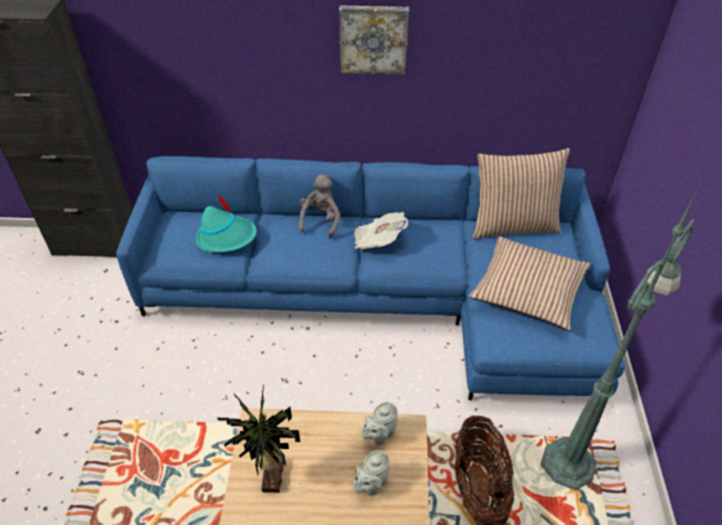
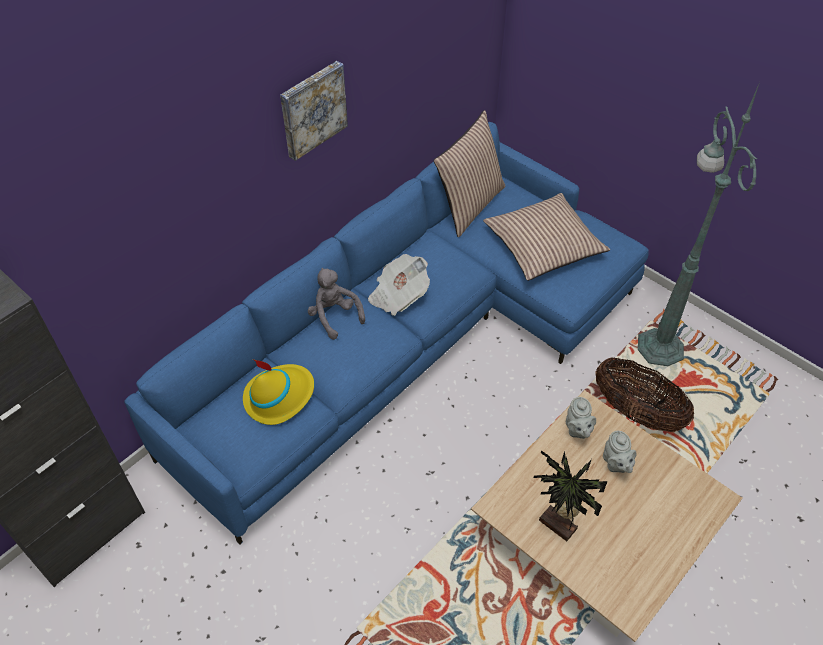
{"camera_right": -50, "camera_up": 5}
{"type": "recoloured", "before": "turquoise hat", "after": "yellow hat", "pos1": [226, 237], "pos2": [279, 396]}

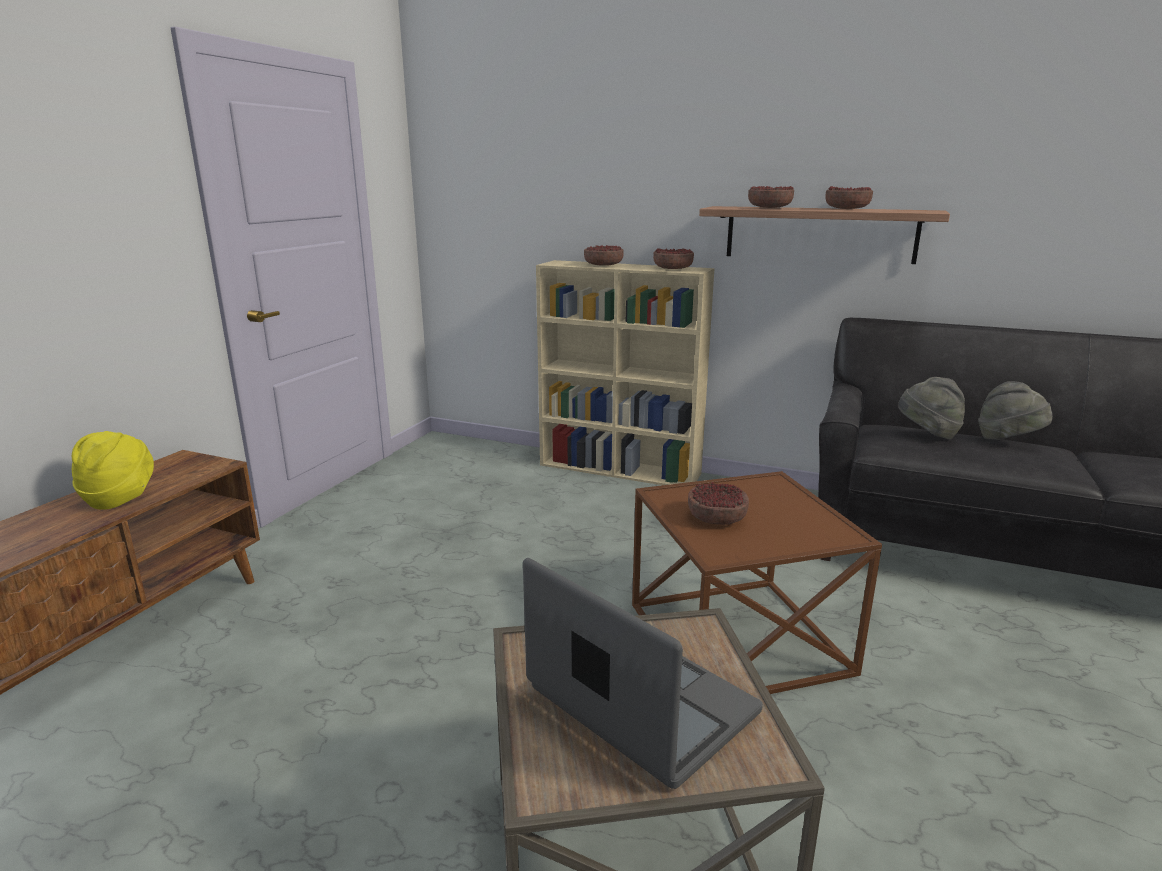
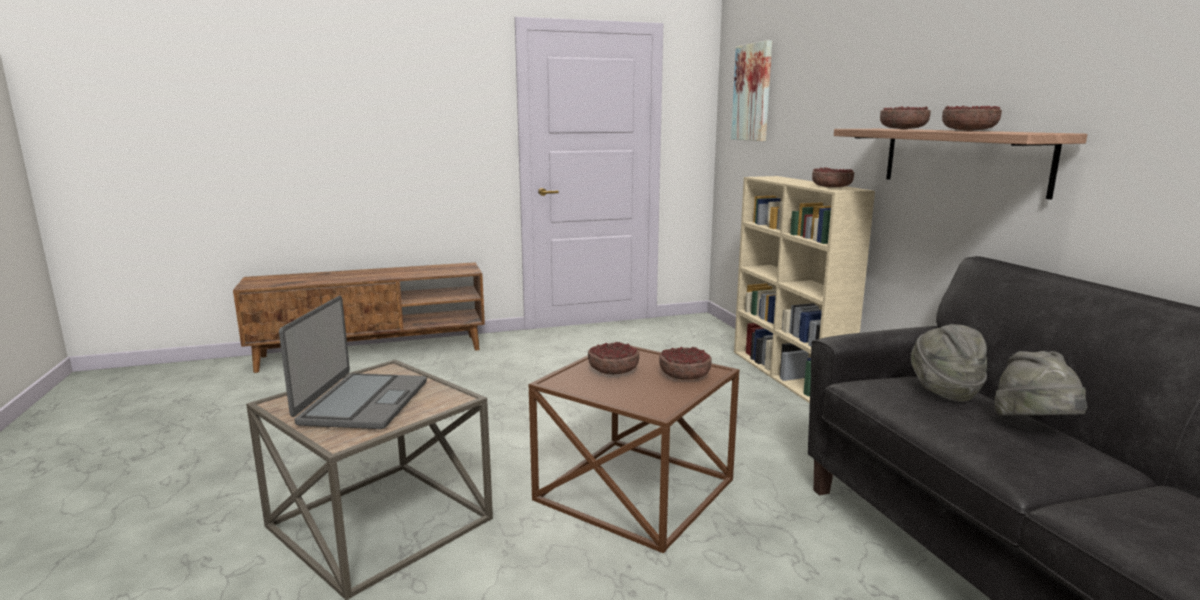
{"camera_right": 50, "camera_up": -5}
{"type": "moved", "before": "bowl", "pos1": [603, 265], "pos2": [684, 375]}
{"type": "removed", "before": "yellow hat", "pos1": [120, 497]}
{"type": "added", "after": "picture", "pos2": [753, 92]}

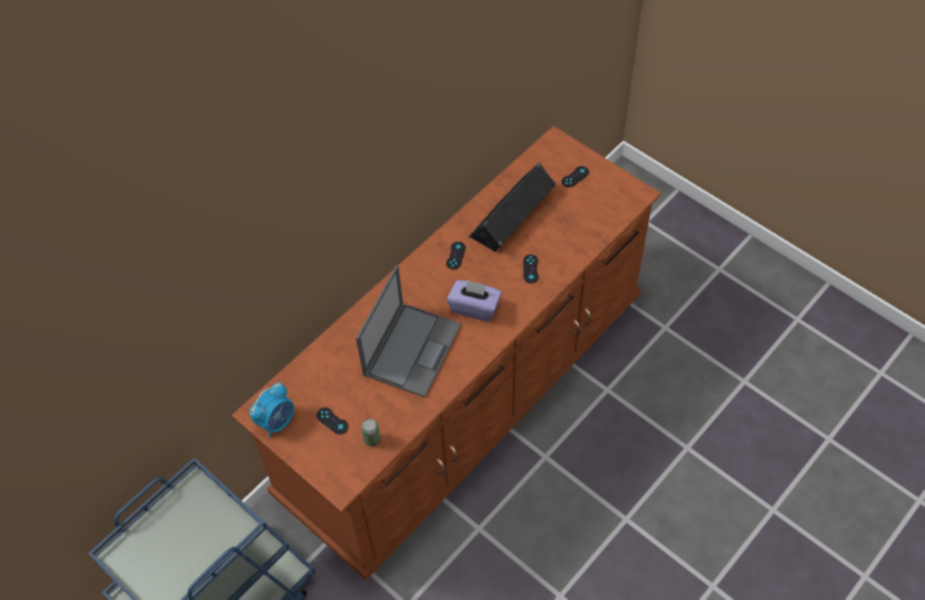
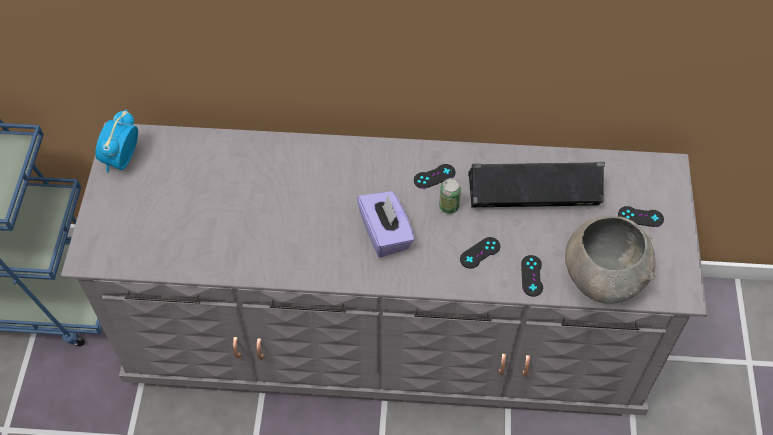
{"camera_right": 50, "camera_up": 0}
{"type": "recoloured", "before": "brown dresser", "after": "grey dresser", "pos1": [464, 396], "pos2": [386, 334]}
{"type": "removed", "before": "laptop", "pos1": [412, 348]}
{"type": "turned", "before": "alarm clock", "pos1": [277, 421], "pos2": [122, 160], "turn": 105}
{"type": "moved", "before": "black game controller", "pos1": [332, 421], "pos2": [532, 276]}
{"type": "moved", "before": "can", "pos1": [372, 439], "pos2": [449, 206]}
{"type": "added", "after": "grey bowl", "pos2": [602, 279]}

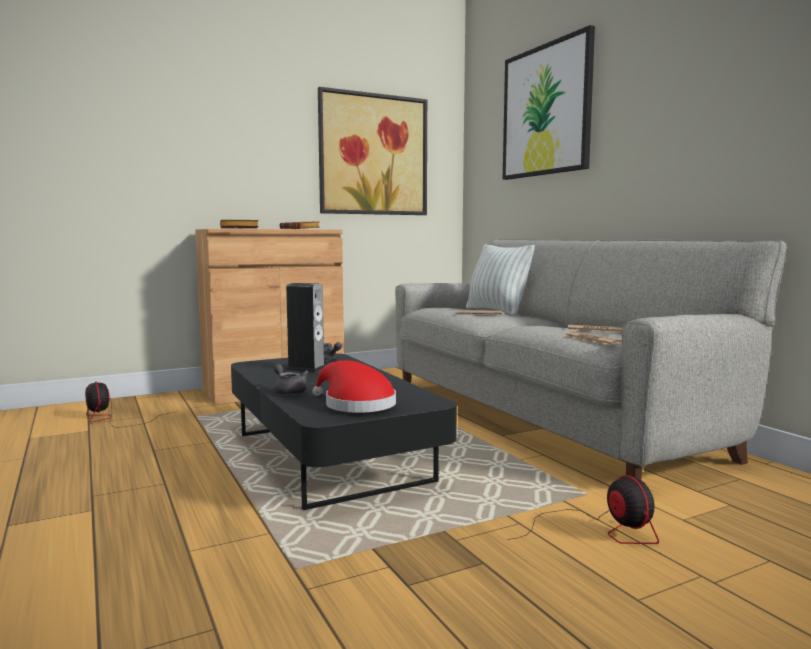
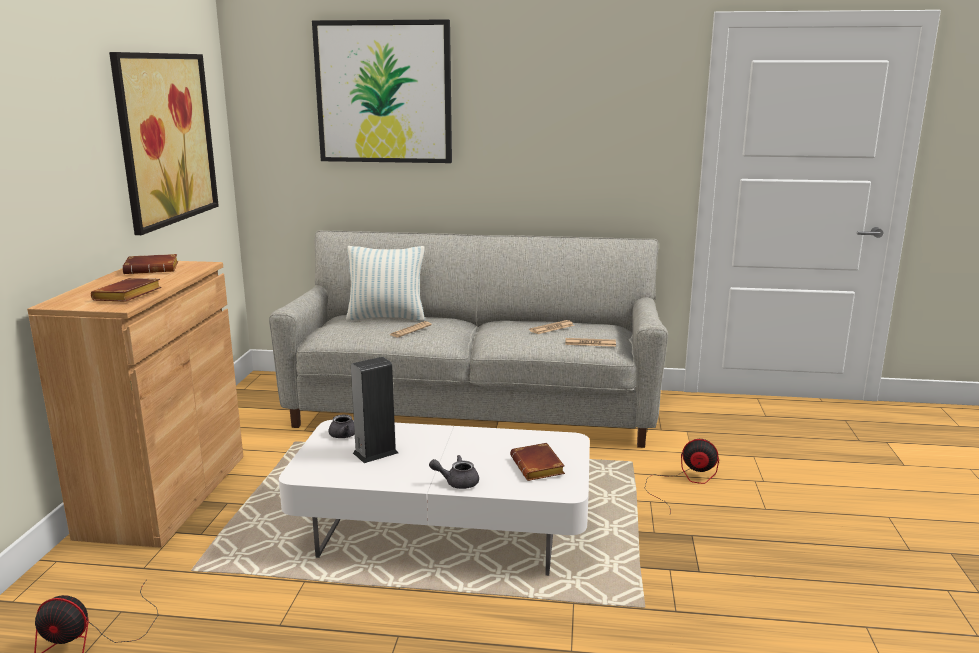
{"camera_right": -55, "camera_up": 10}
{"type": "recoloured", "before": "black coffee table", "after": "white coffee table", "pos1": [330, 457], "pos2": [443, 529]}
{"type": "replaced", "before": "red hat", "after": "brown book", "pos1": [355, 404], "pos2": [539, 467]}

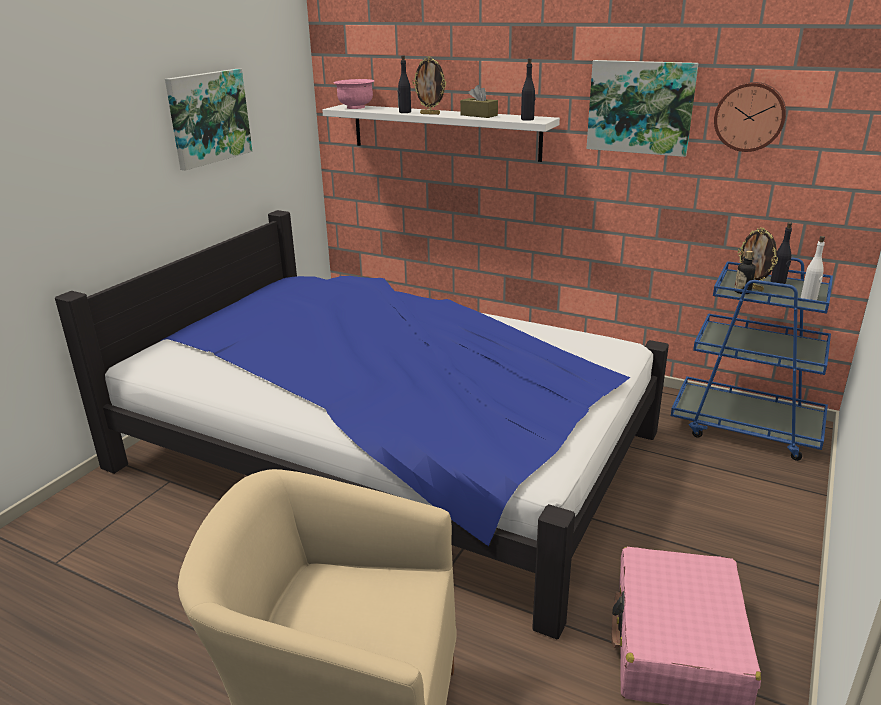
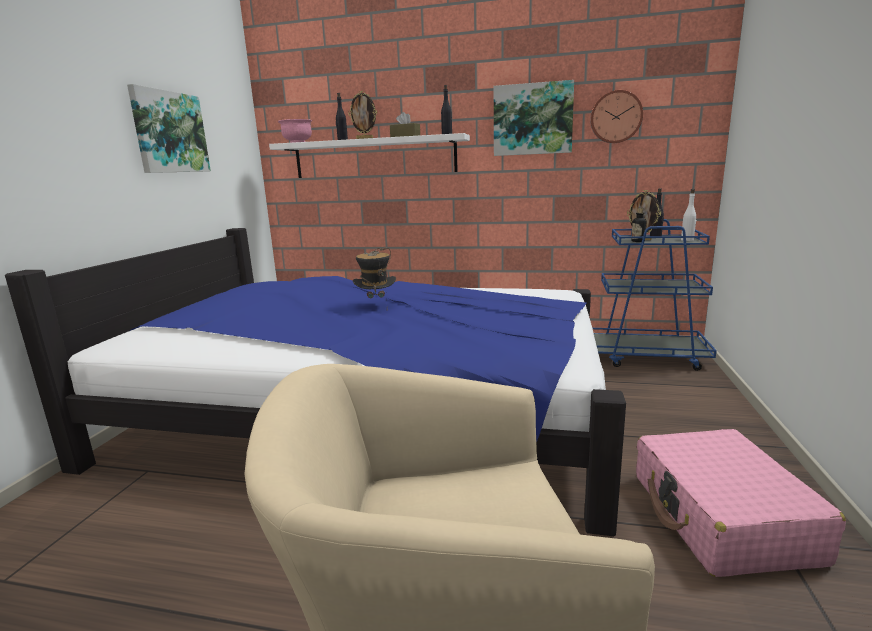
{"camera_right": -15, "camera_up": -10}
{"type": "added", "after": "hat", "pos2": [376, 306]}

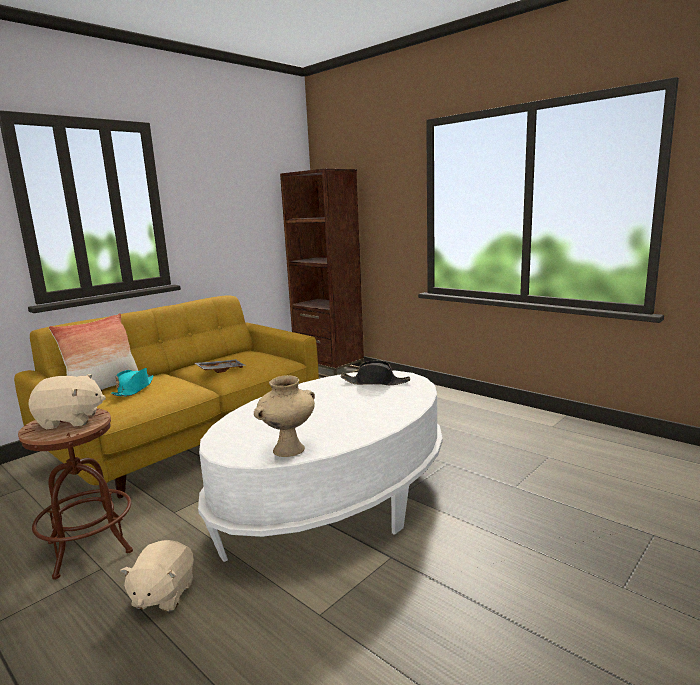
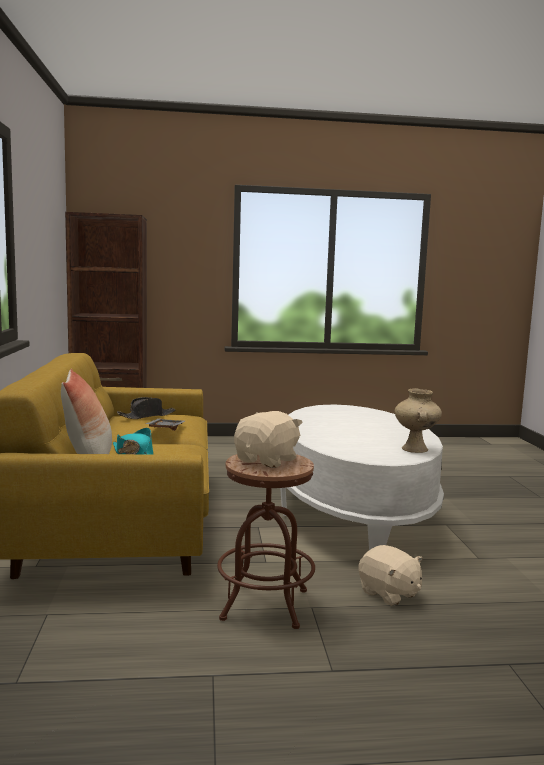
{"camera_right": -50, "camera_up": -5}
{"type": "moved", "before": "black hat", "pos1": [375, 382], "pos2": [147, 416]}

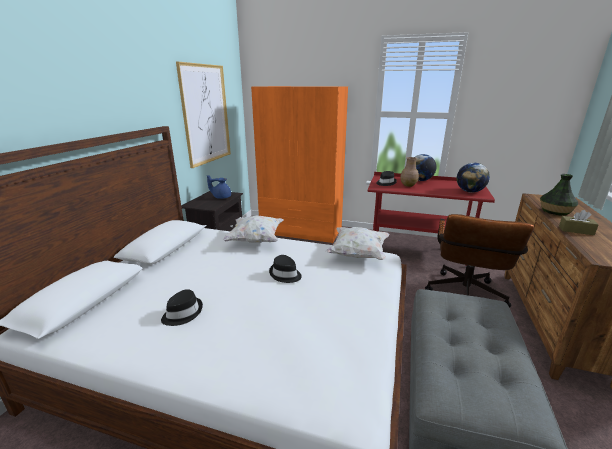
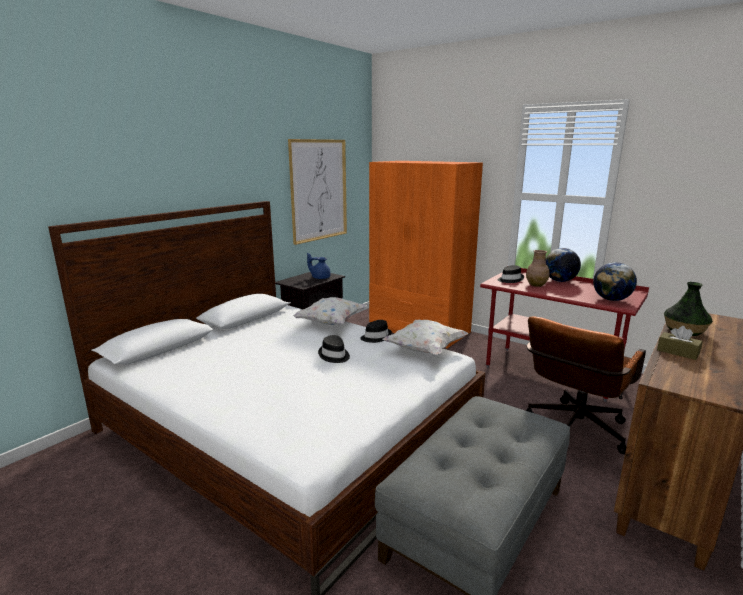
{"camera_right": 20, "camera_up": -5}
{"type": "moved", "before": "black hat", "pos1": [182, 313], "pos2": [376, 337]}

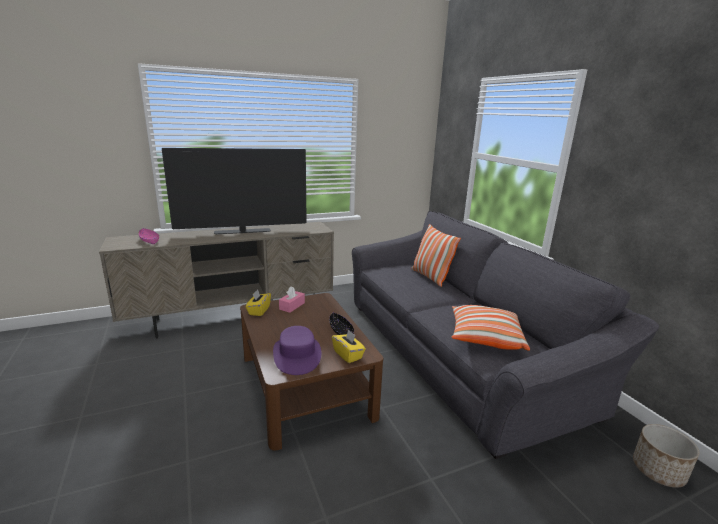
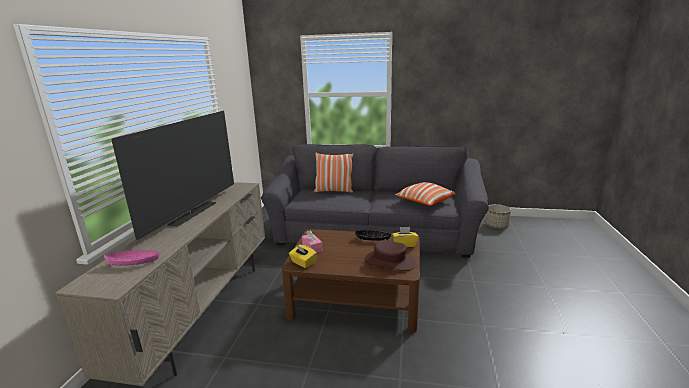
{"camera_right": -55, "camera_up": 0}
{"type": "recoloured", "before": "purple hat", "after": "brown hat", "pos1": [297, 355], "pos2": [389, 261]}

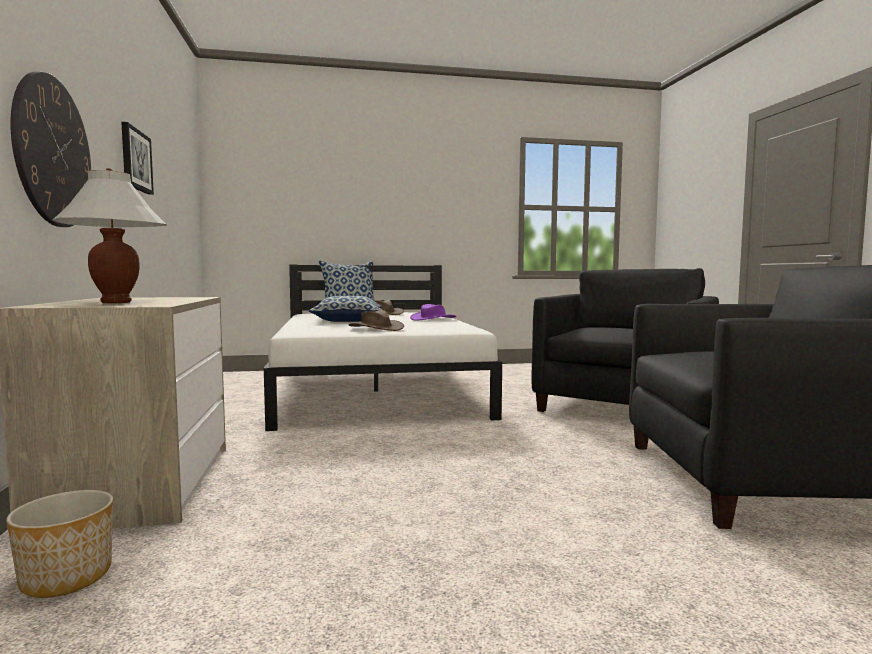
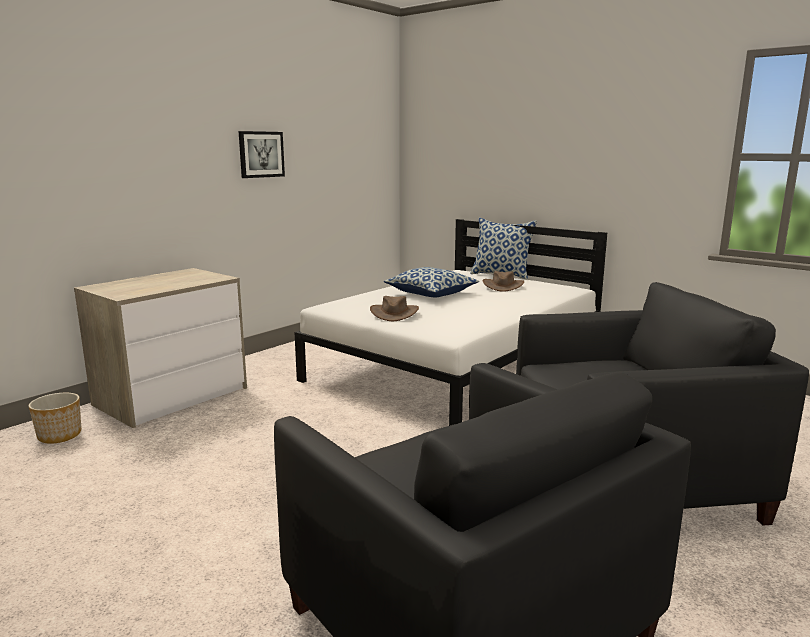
{"camera_right": 50, "camera_up": 10}
{"type": "removed", "before": "wall clock", "pos1": [53, 152]}
{"type": "removed", "before": "white table lamp", "pos1": [116, 302]}
{"type": "removed", "before": "purple hat", "pos1": [433, 319]}

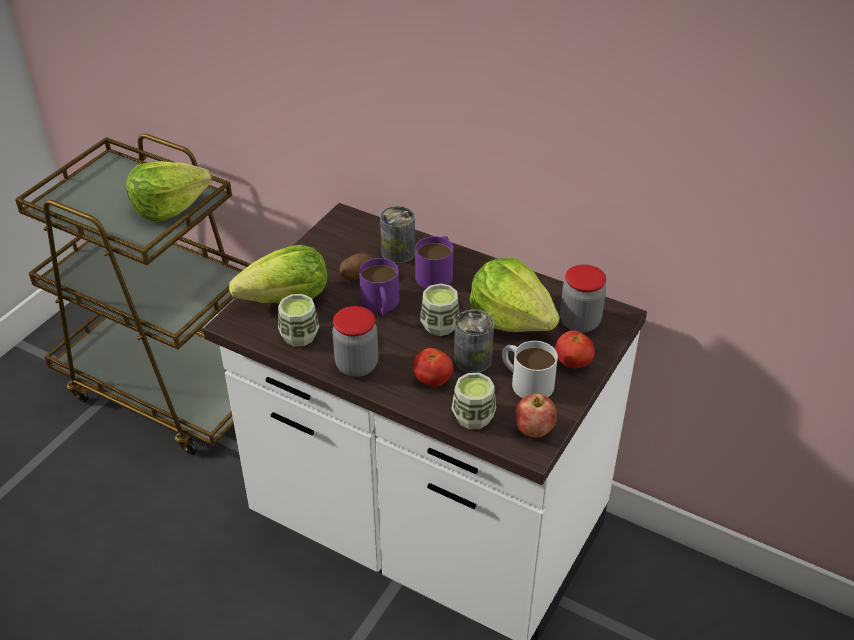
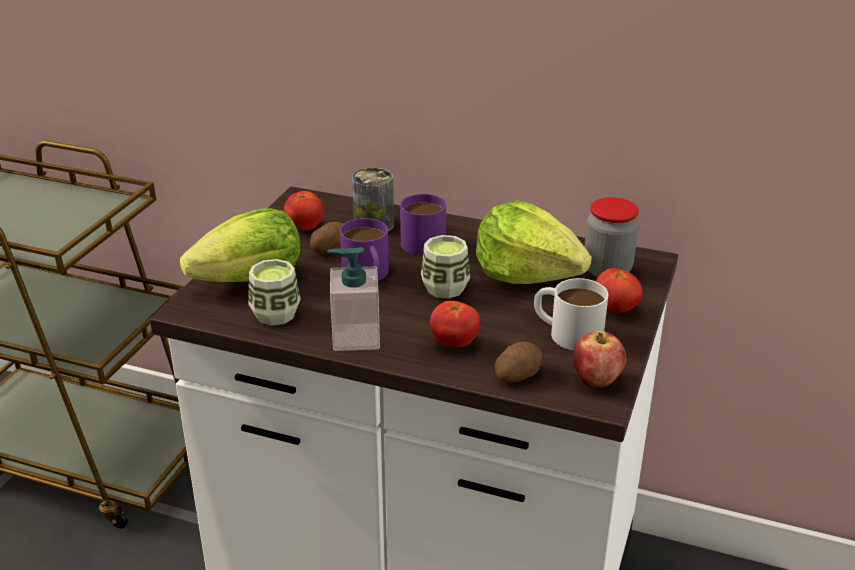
{"camera_right": -10, "camera_up": -10}
{"type": "removed", "before": "lettuce", "pos1": [168, 206]}
{"type": "replaced", "before": "jar", "after": "soap dispenser", "pos1": [357, 365], "pos2": [355, 337]}
{"type": "removed", "before": "can", "pos1": [472, 359]}
{"type": "replaced", "before": "cup", "after": "potato", "pos1": [473, 417], "pos2": [517, 375]}
{"type": "added", "after": "tomato", "pos2": [305, 227]}

